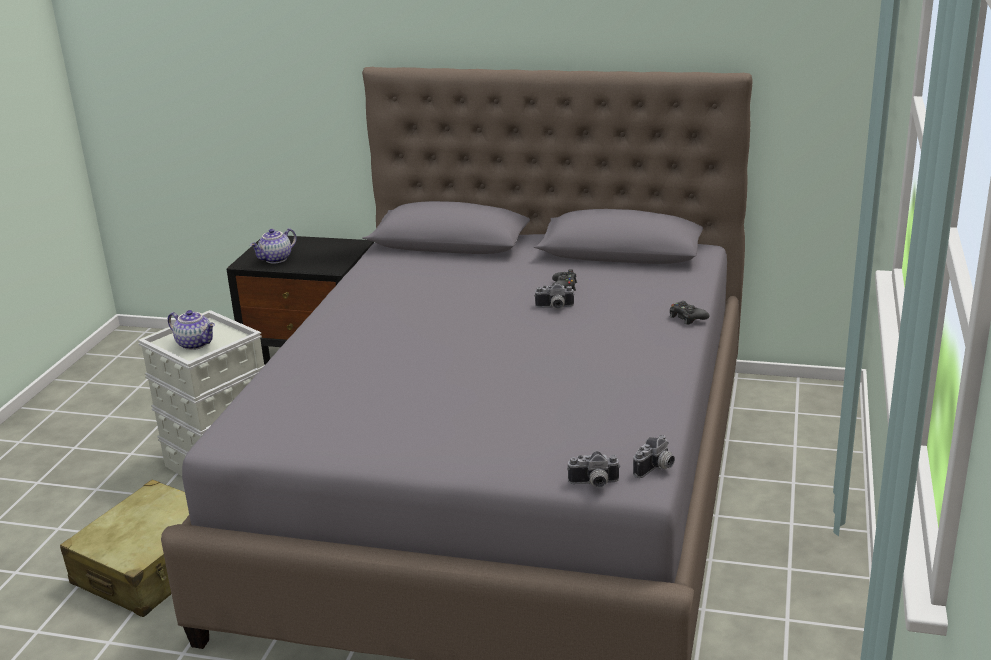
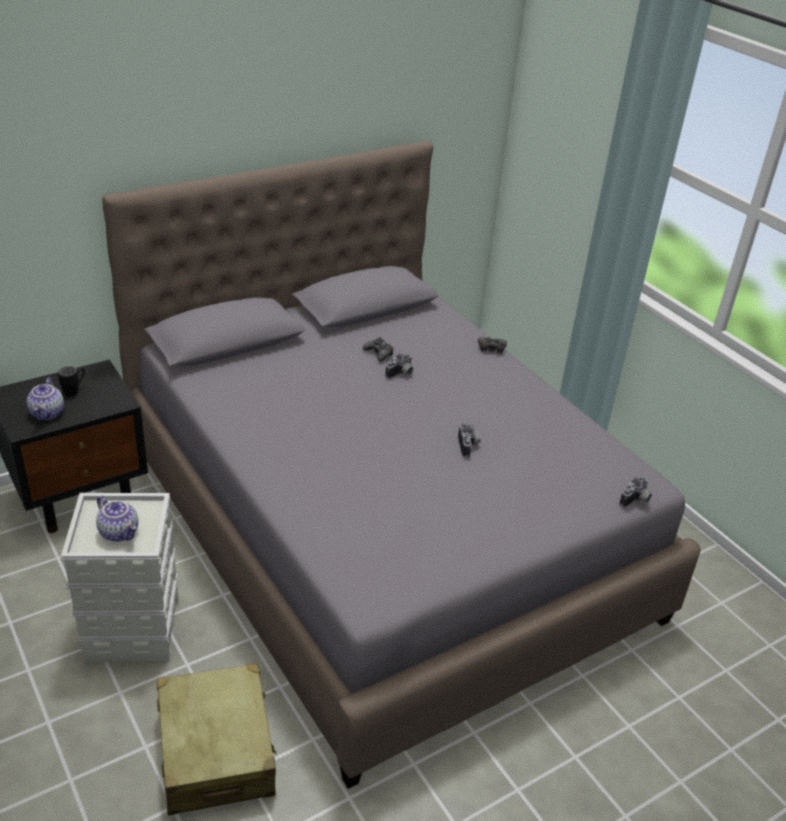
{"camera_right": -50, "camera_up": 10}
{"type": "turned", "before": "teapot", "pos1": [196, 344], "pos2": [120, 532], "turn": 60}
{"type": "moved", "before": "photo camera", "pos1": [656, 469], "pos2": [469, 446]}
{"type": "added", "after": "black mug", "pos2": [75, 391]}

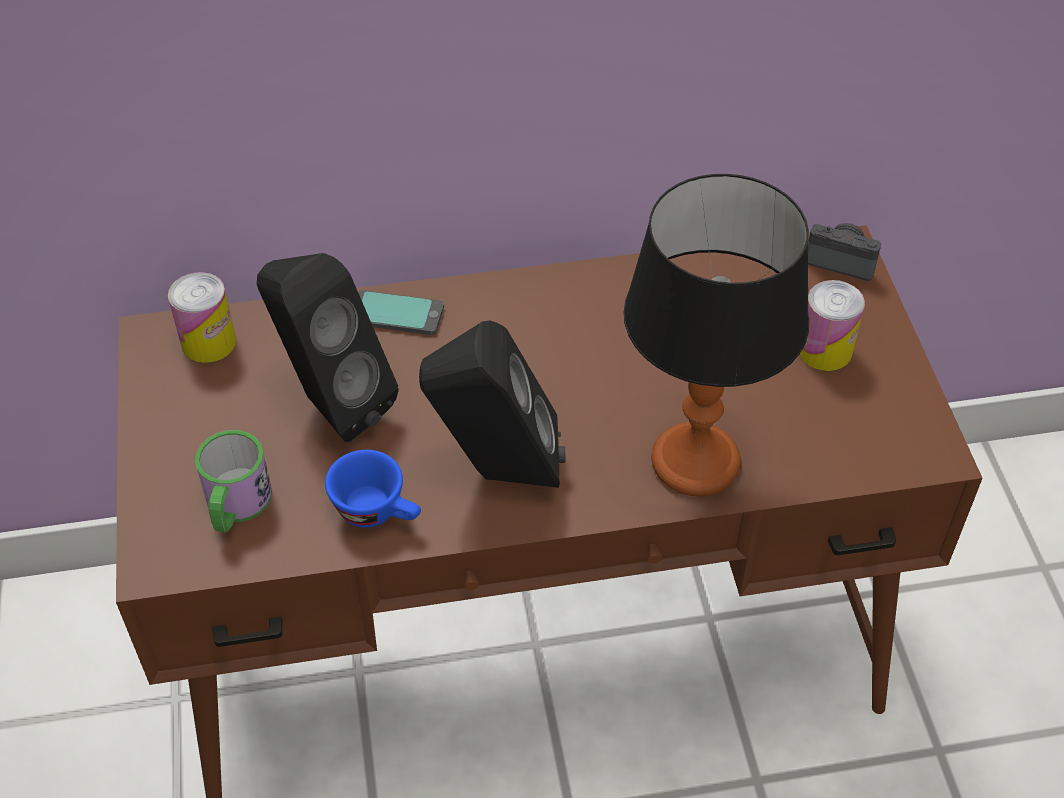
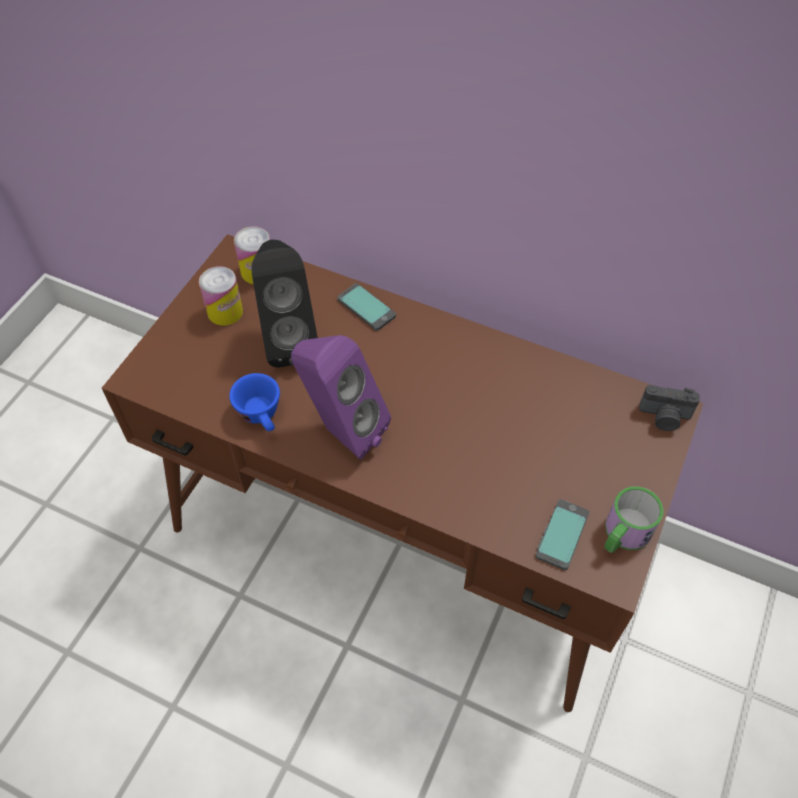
{"camera_right": 35, "camera_up": 5}
{"type": "removed", "before": "table lamp", "pos1": [696, 461]}
{"type": "turned", "before": "photo camera", "pos1": [841, 261], "pos2": [664, 417], "turn": 135}
{"type": "moved", "before": "can", "pos1": [824, 350], "pos2": [225, 312]}
{"type": "recoloured", "before": "black speaker", "after": "purple speaker", "pos1": [496, 472], "pos2": [341, 430]}
{"type": "moved", "before": "mug", "pos1": [235, 506], "pos2": [623, 535]}
{"type": "added", "after": "phone", "pos2": [562, 534]}

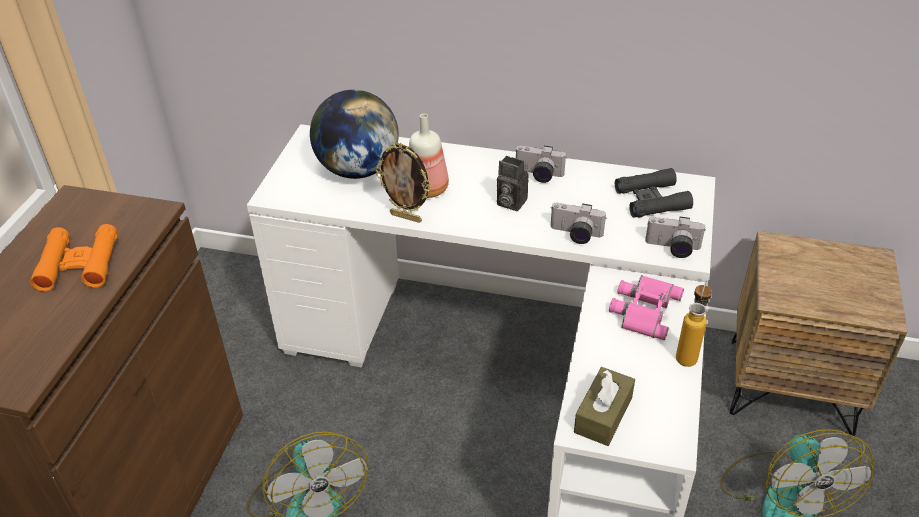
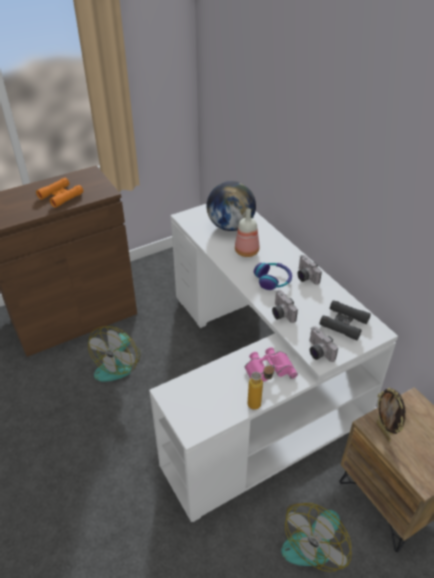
{"camera_right": 45, "camera_up": 0}
{"type": "moved", "before": "picture frame", "pos1": [406, 217], "pos2": [384, 432]}
{"type": "replaced", "before": "photo camera", "after": "headphones", "pos1": [509, 202], "pos2": [273, 280]}
{"type": "removed", "before": "brown tissue box", "pos1": [603, 415]}

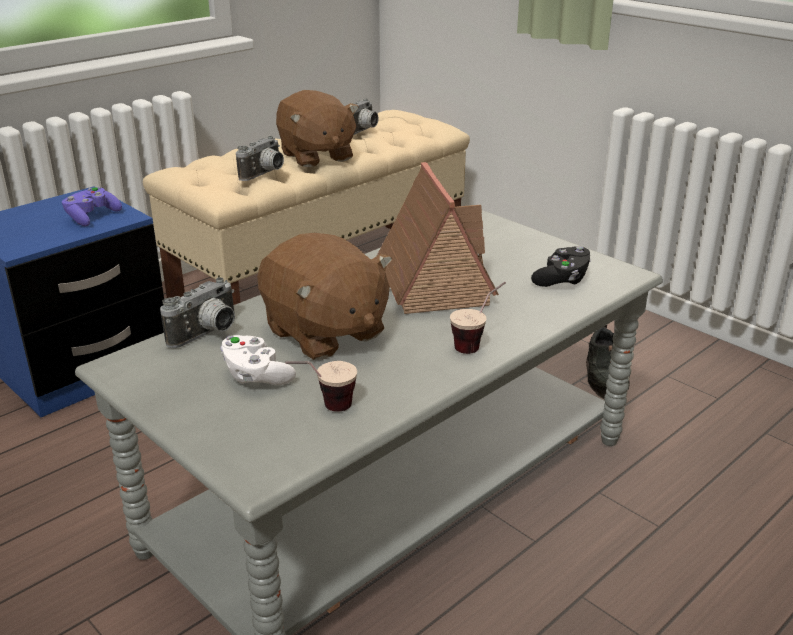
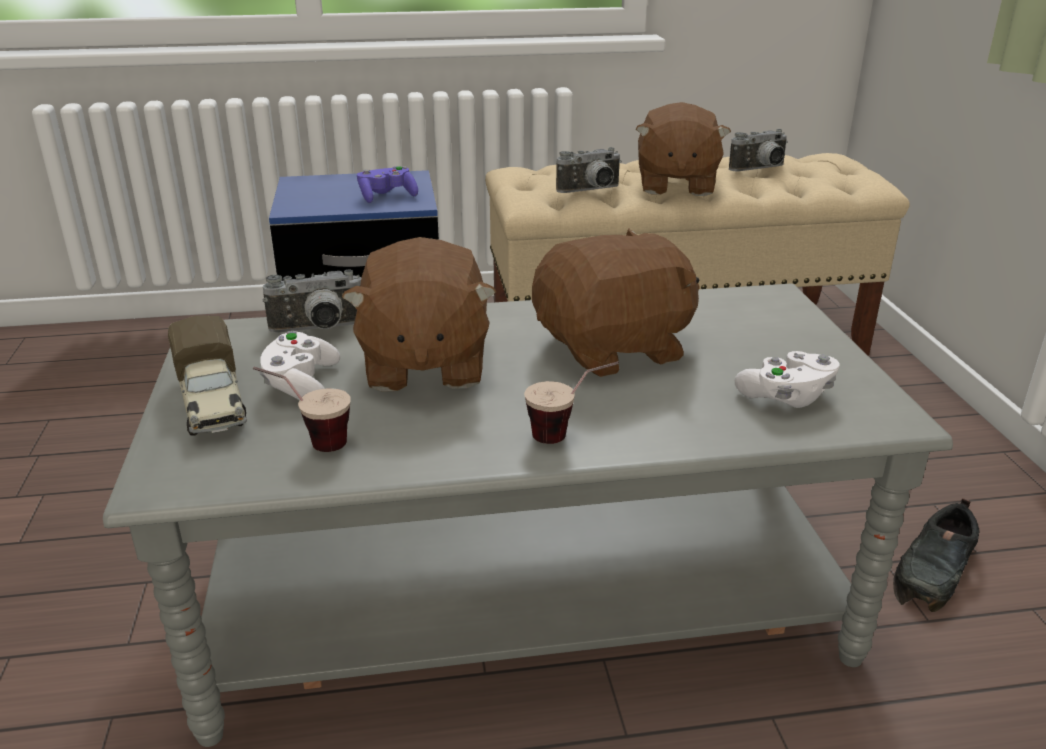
{"camera_right": 35, "camera_up": 0}
{"type": "replaced", "before": "toy house", "after": "brown plush toy", "pos1": [432, 282], "pos2": [614, 349]}
{"type": "recoloured", "before": "black game controller", "after": "white game controller", "pos1": [562, 280], "pos2": [786, 397]}
{"type": "added", "after": "toy truck", "pos2": [213, 404]}

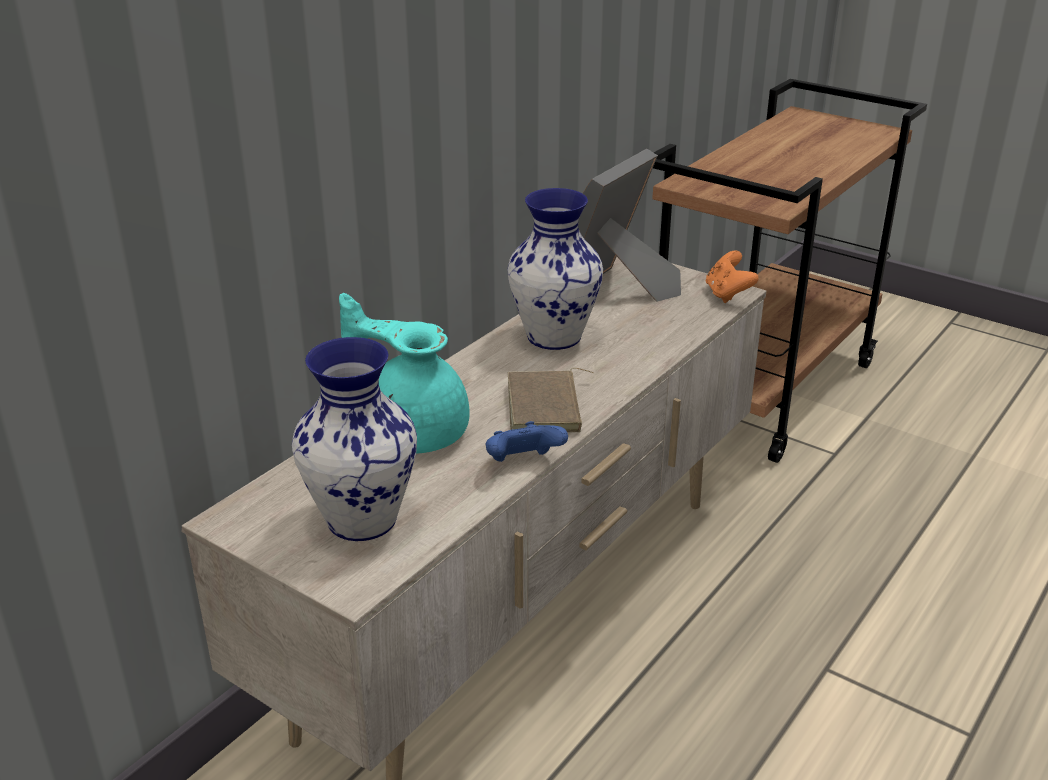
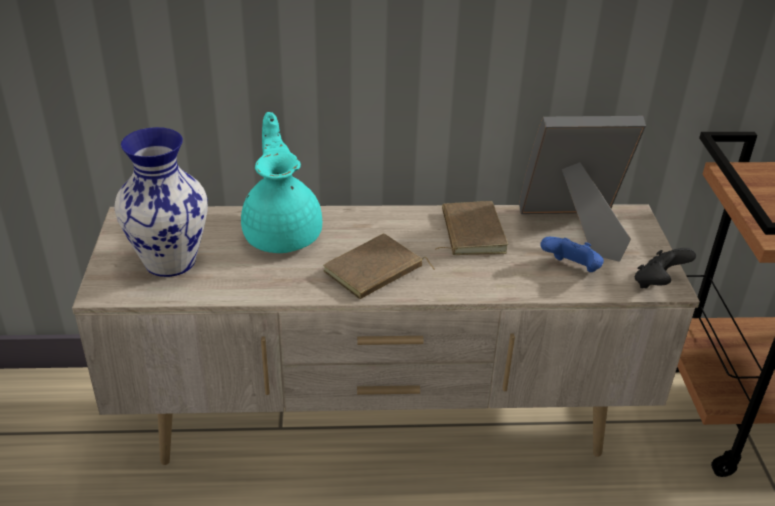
{"camera_right": 50, "camera_up": 5}
{"type": "replaced", "before": "vase", "after": "brown book", "pos1": [552, 337], "pos2": [470, 232]}
{"type": "recoloured", "before": "orange game controller", "after": "black game controller", "pos1": [727, 294], "pos2": [658, 284]}
{"type": "moved", "before": "blue game controller", "pos1": [523, 463], "pos2": [571, 270]}

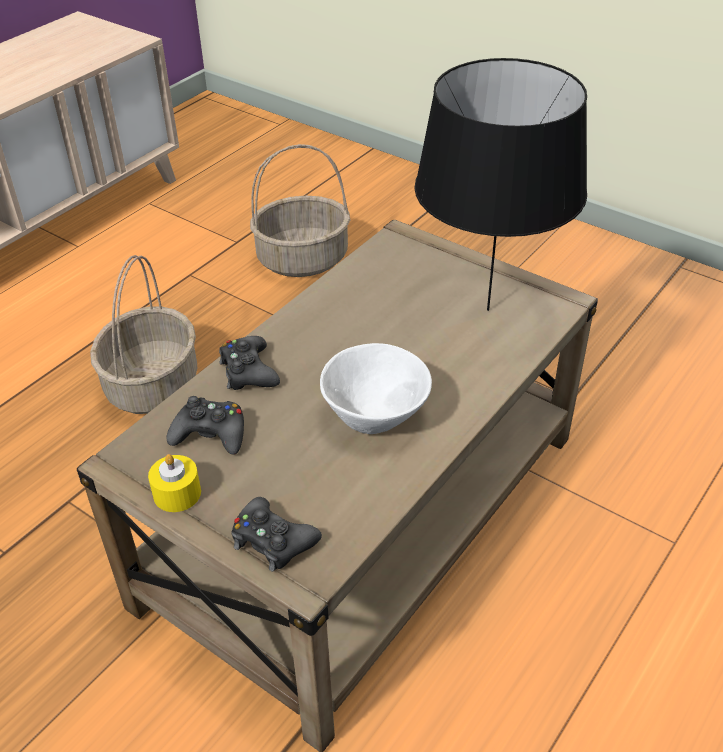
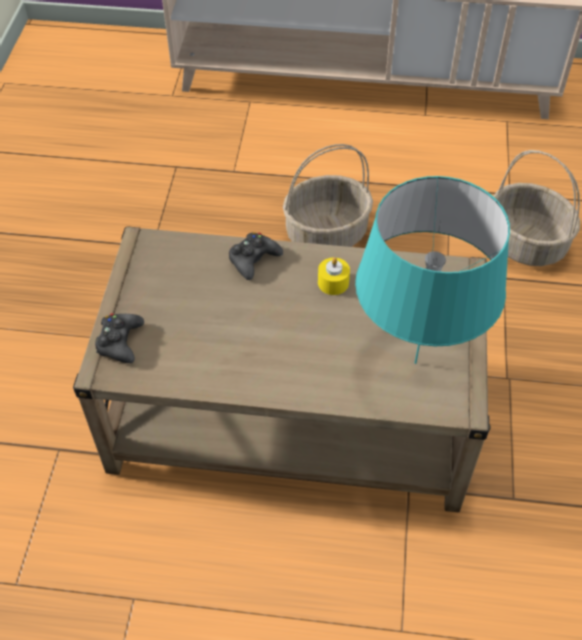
{"camera_right": 60, "camera_up": 10}
{"type": "recoloured", "before": "black table lamp", "after": "turquoise table lamp", "pos1": [487, 310], "pos2": [414, 362]}
{"type": "removed", "before": "white bowl", "pos1": [377, 418]}
{"type": "removed", "before": "black game controller", "pos1": [211, 434]}
{"type": "moved", "before": "yellow candle", "pos1": [177, 493], "pos2": [333, 282]}

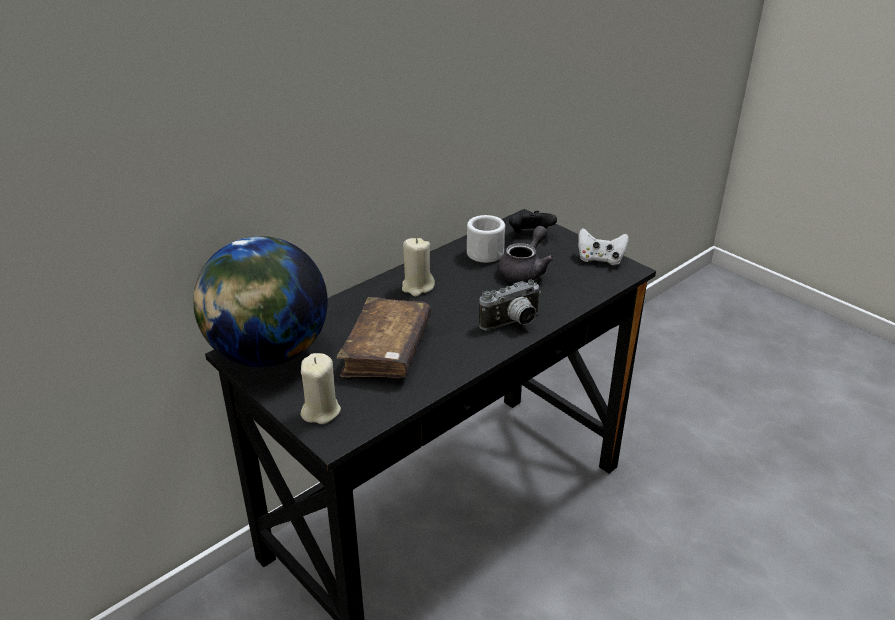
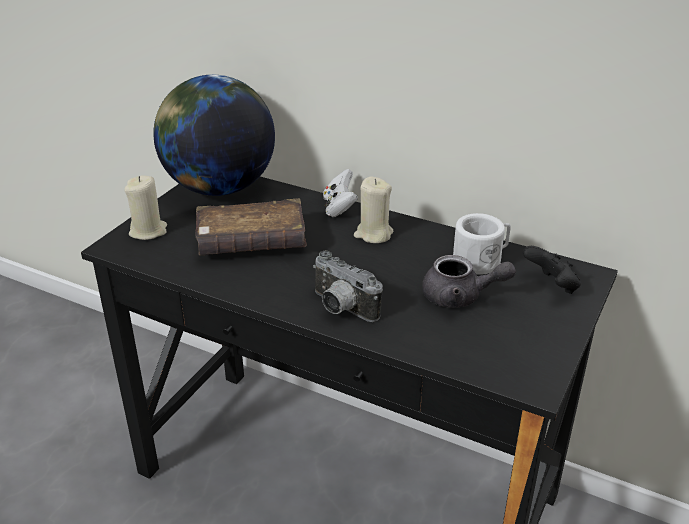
{"camera_right": 70, "camera_up": 0}
{"type": "moved", "before": "white game controller", "pos1": [600, 259], "pos2": [339, 208]}

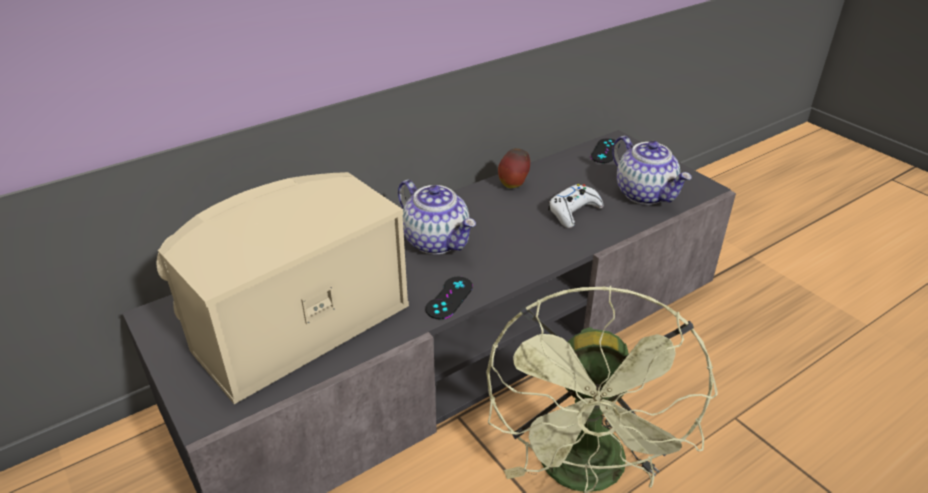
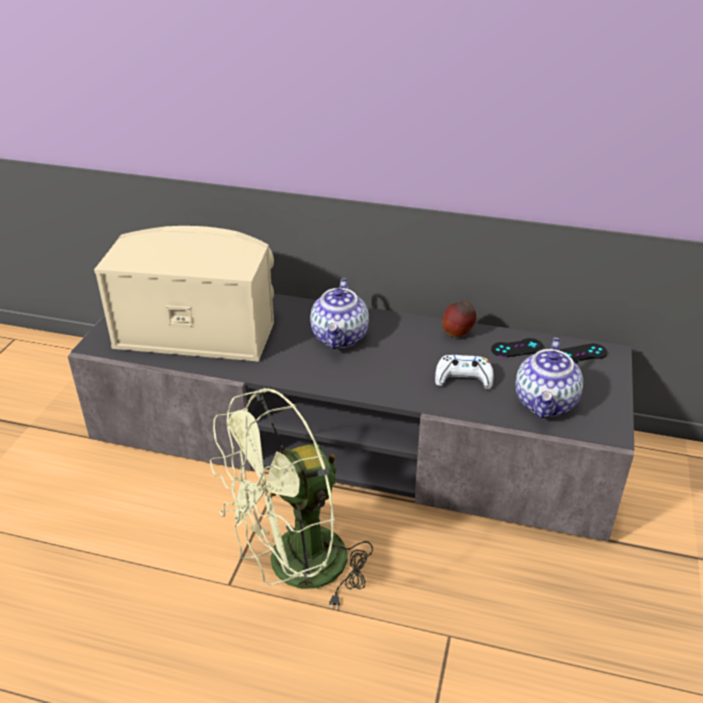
{"camera_right": 50, "camera_up": 0}
{"type": "moved", "before": "black game controller", "pos1": [449, 298], "pos2": [517, 348]}

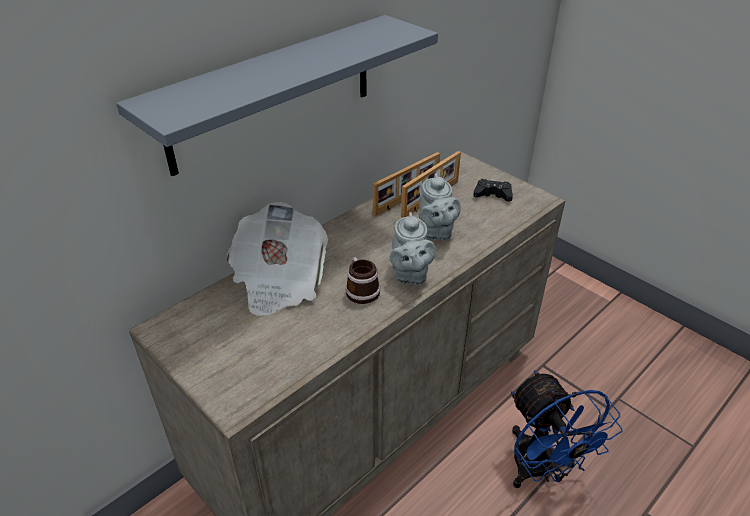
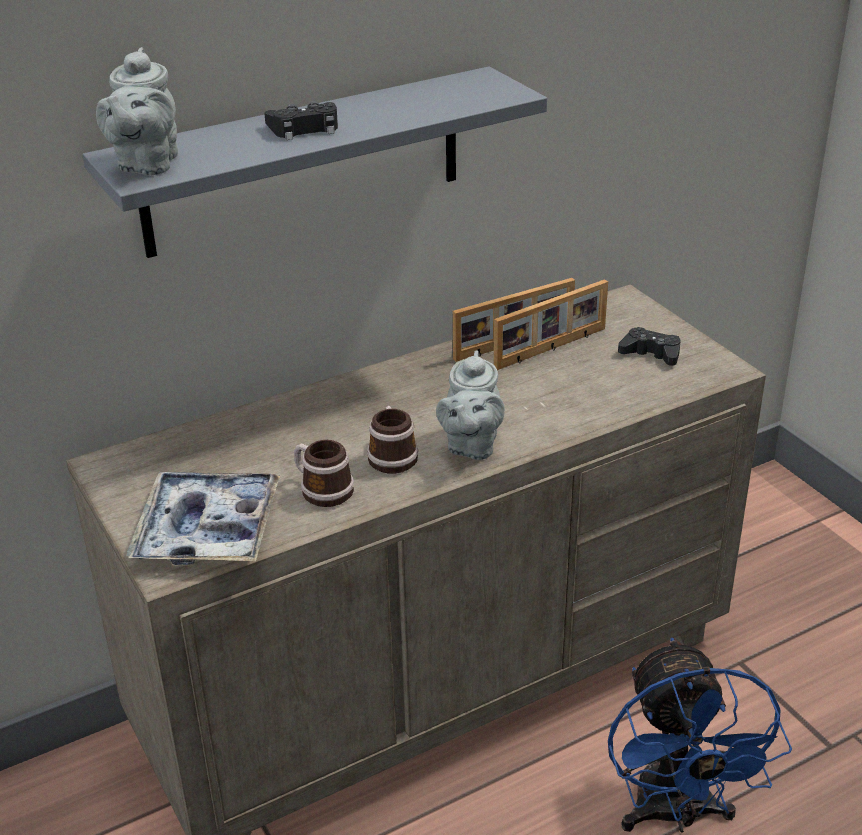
{"camera_right": 15, "camera_up": -5}
{"type": "moved", "before": "grey teapot", "pos1": [436, 232], "pos2": [146, 164]}
{"type": "removed", "before": "newspaper", "pos1": [279, 280]}
{"type": "added", "after": "black game controller", "pos2": [305, 128]}
{"type": "added", "after": "mug", "pos2": [322, 489]}
{"type": "added", "after": "tray", "pos2": [207, 530]}

